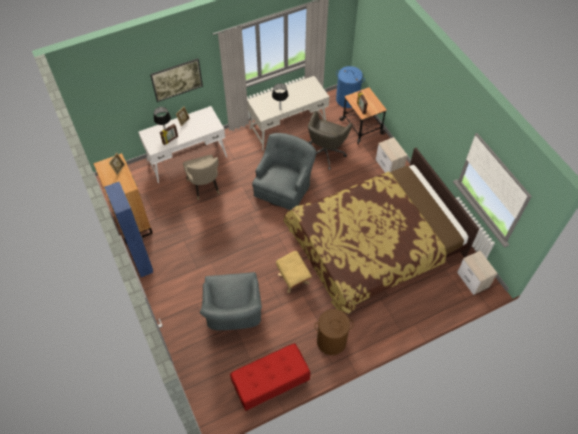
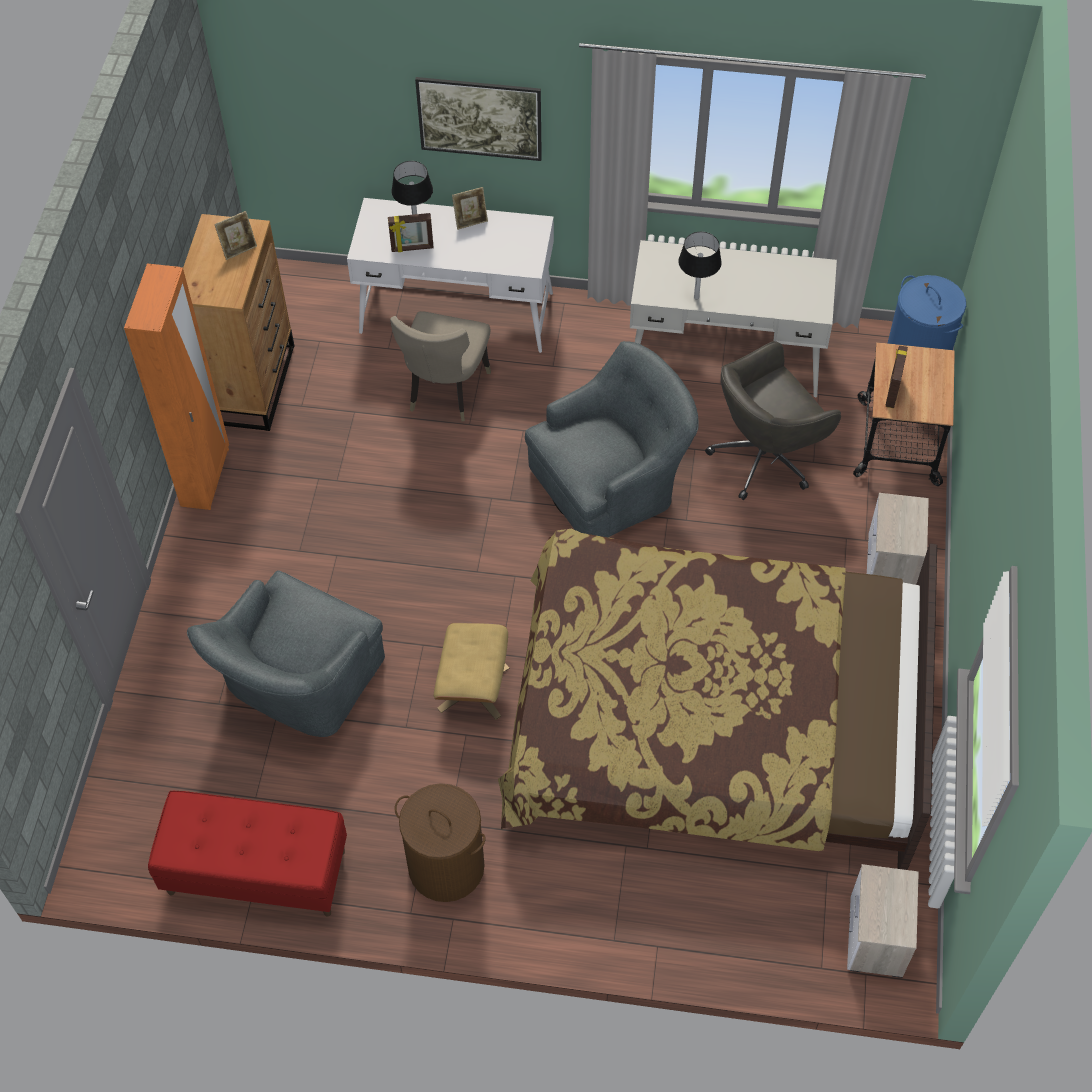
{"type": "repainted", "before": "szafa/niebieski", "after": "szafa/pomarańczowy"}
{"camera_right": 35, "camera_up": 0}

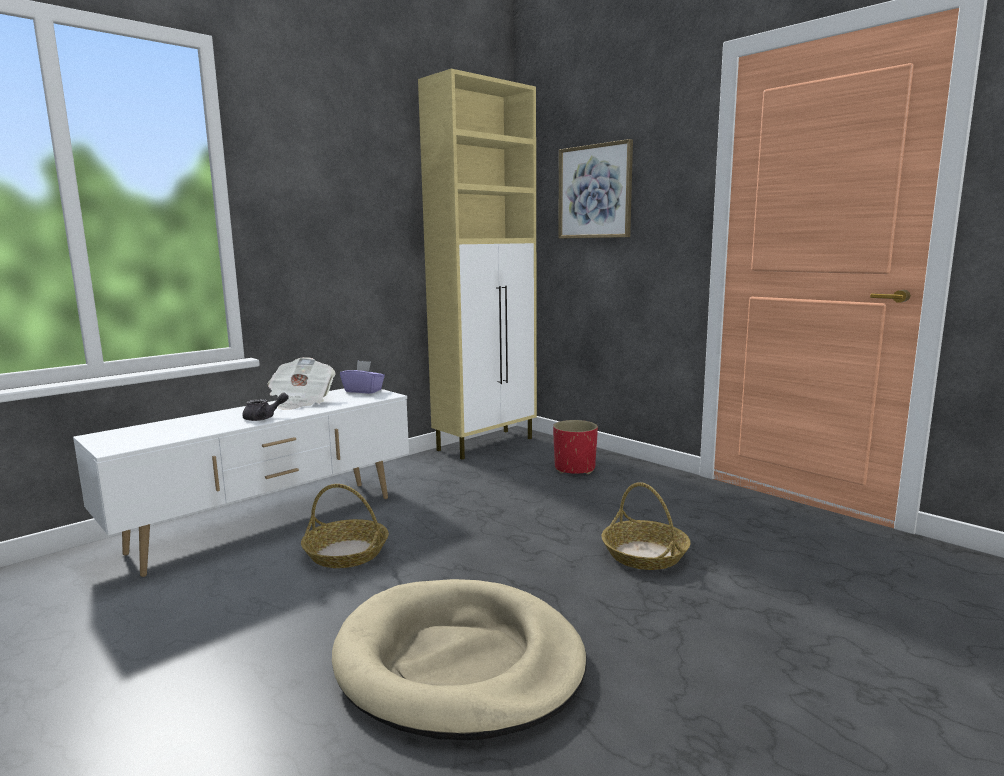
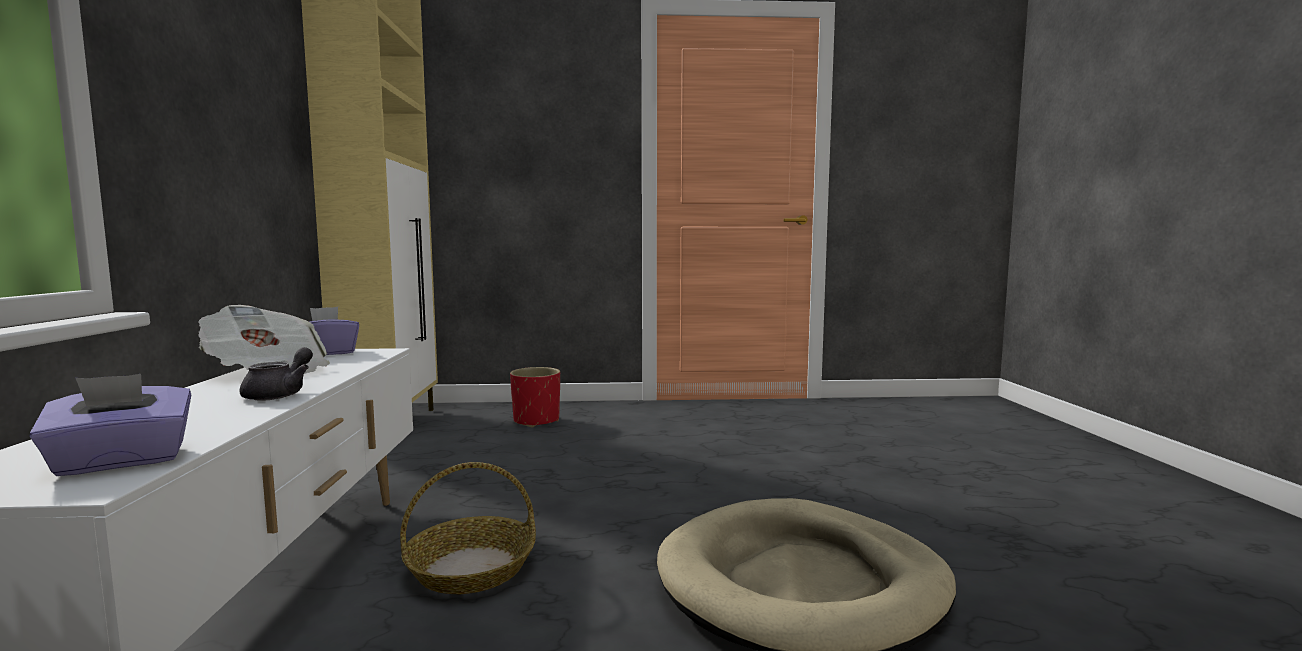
{"type": "gone", "before": "obraz"}
{"type": "gone", "before": "koszyk (no. 2 from left)"}
{"type": "new", "after": "pudełko chusteczek/fioletowy (no. 1 from left)"}
{"camera_right": -50, "camera_up": -5}

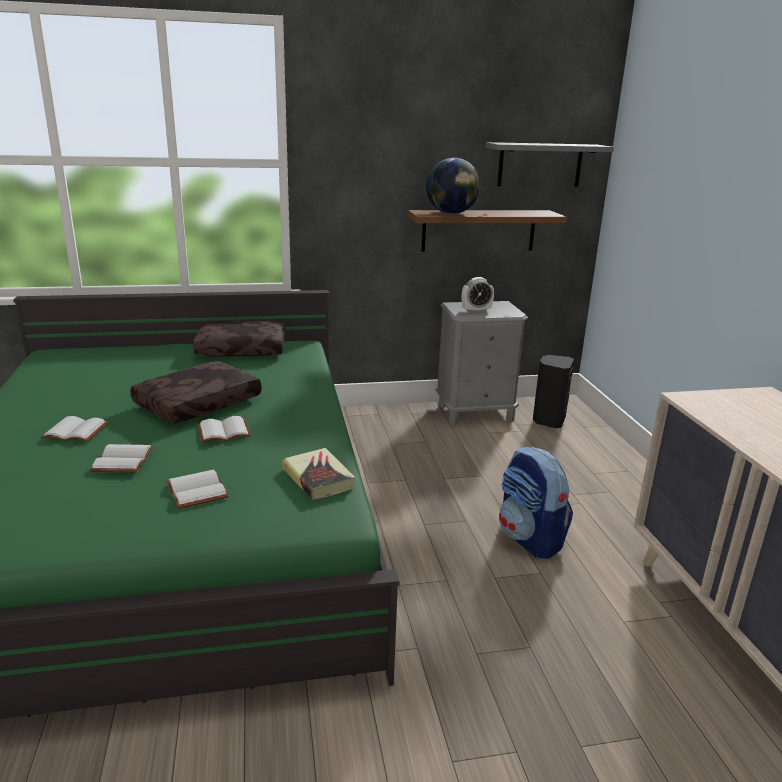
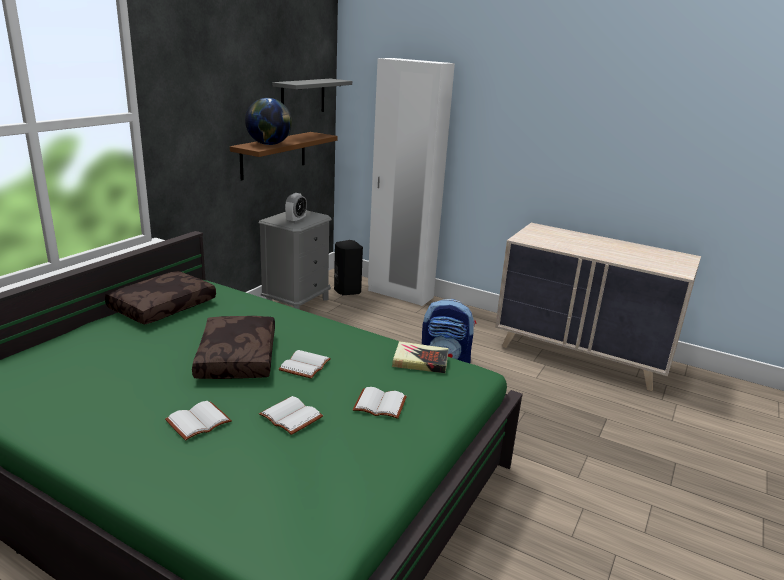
{"type": "new", "after": "szafa/biały"}
{"camera_right": -50, "camera_up": 0}

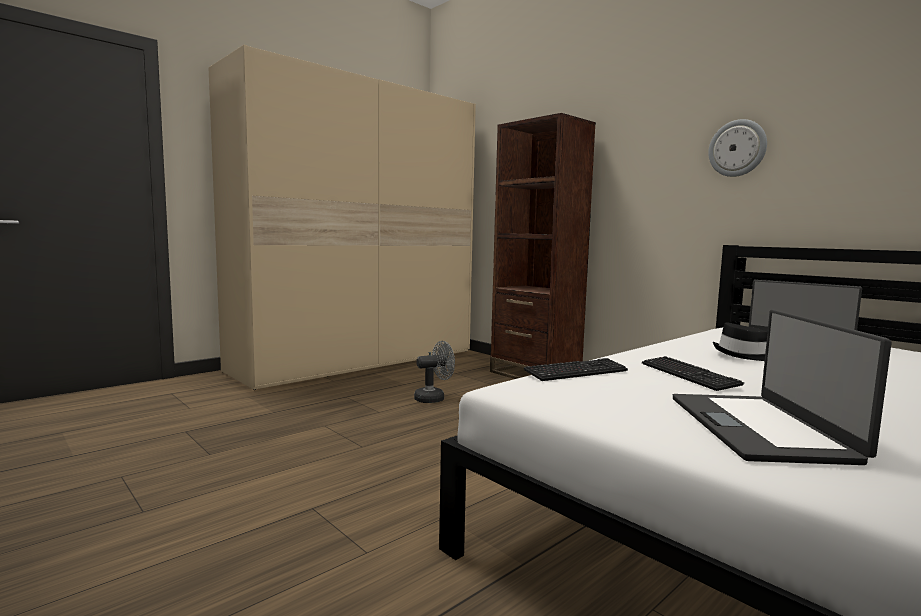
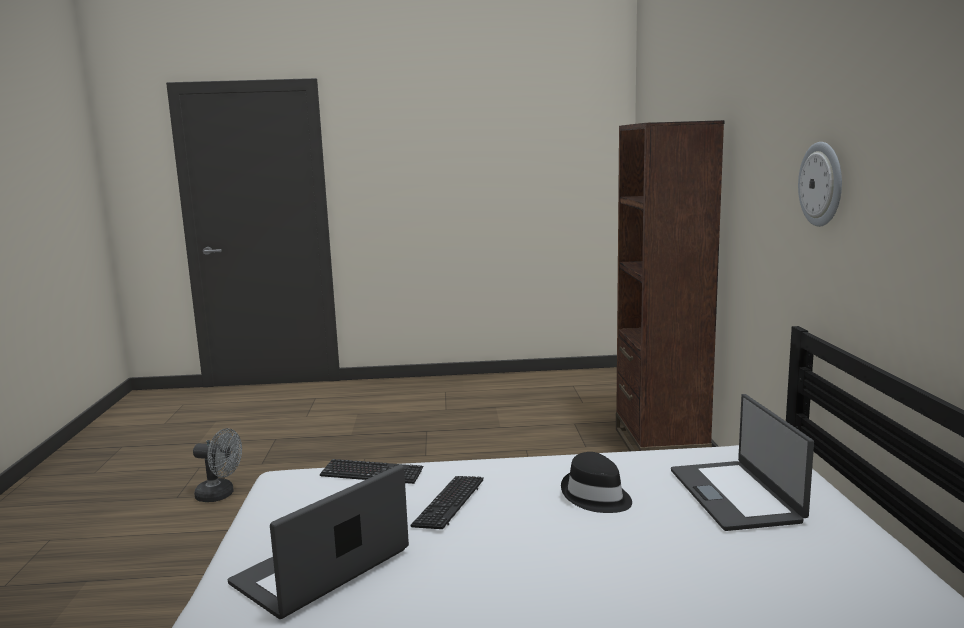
{"type": "gone", "before": "szafa/beżowy"}
{"type": "shifted", "before": "wentylator/szary"}
{"camera_right": 40, "camera_up": 5}

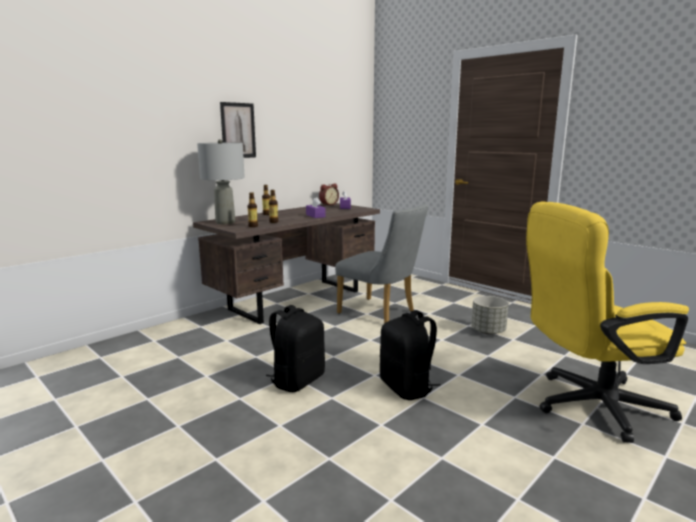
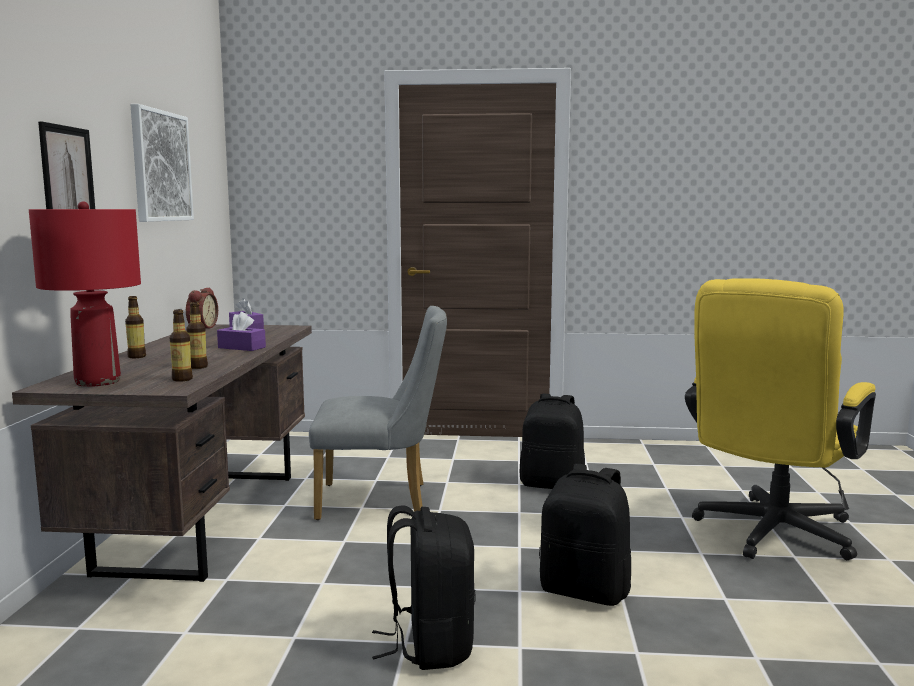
{"type": "repainted", "before": "lampa stołowa/szary", "after": "lampa stołowa/czerwony"}
{"type": "swapped", "before": "donica/szary", "after": "plecak/czarny (no. 2 from left)"}
{"type": "new", "after": "obraz (no. 2 from left)"}
{"camera_right": -40, "camera_up": -5}

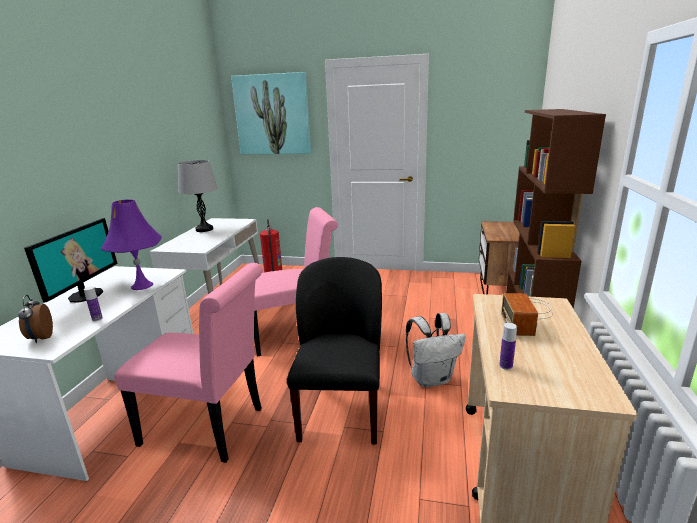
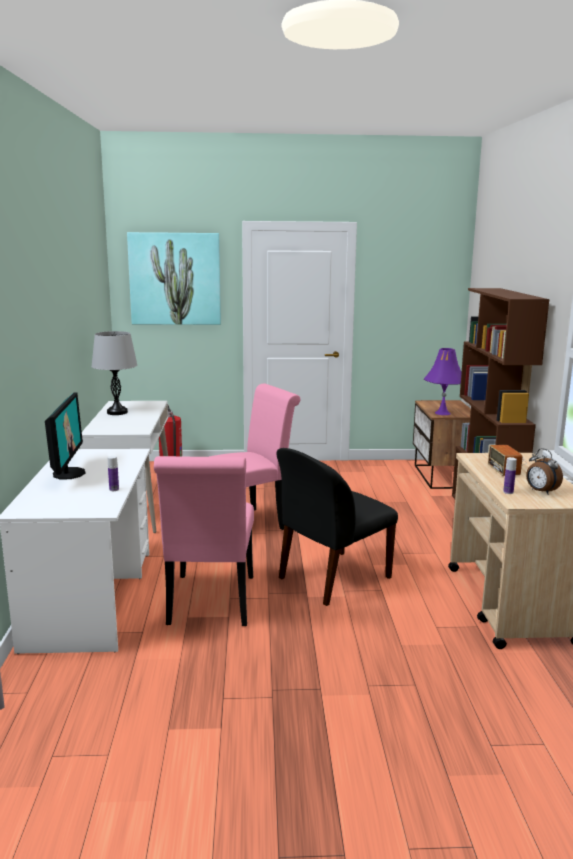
{"type": "shifted", "before": "lampa stołowa/fioletowy"}
{"type": "rotated", "before": "krzesło/czarny", "turn": -120}
{"type": "rotated", "before": "krzesło/różowy (no. 1 from left)", "turn": 90}
{"type": "shifted", "before": "budzik"}
{"type": "gone", "before": "plecak/biały"}
{"camera_right": -15, "camera_up": -5}

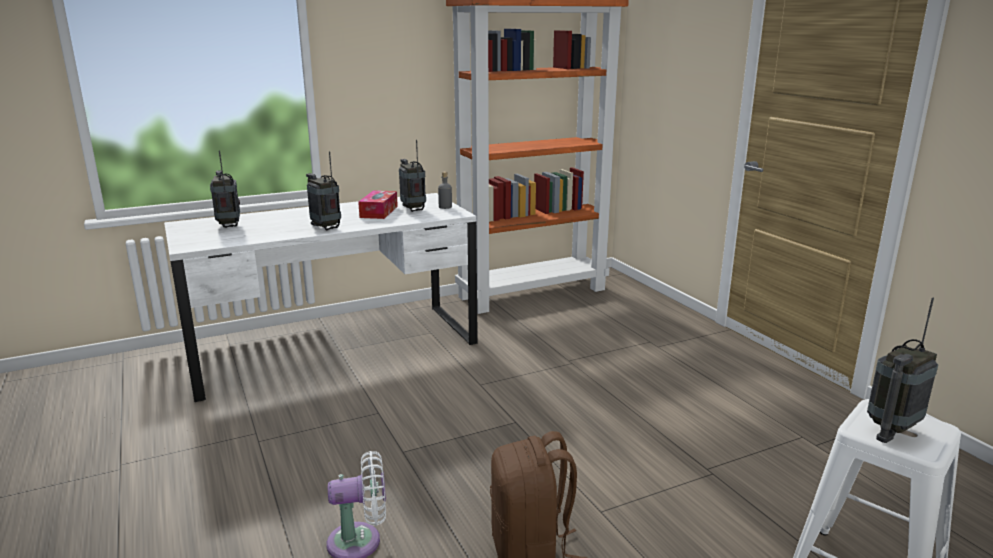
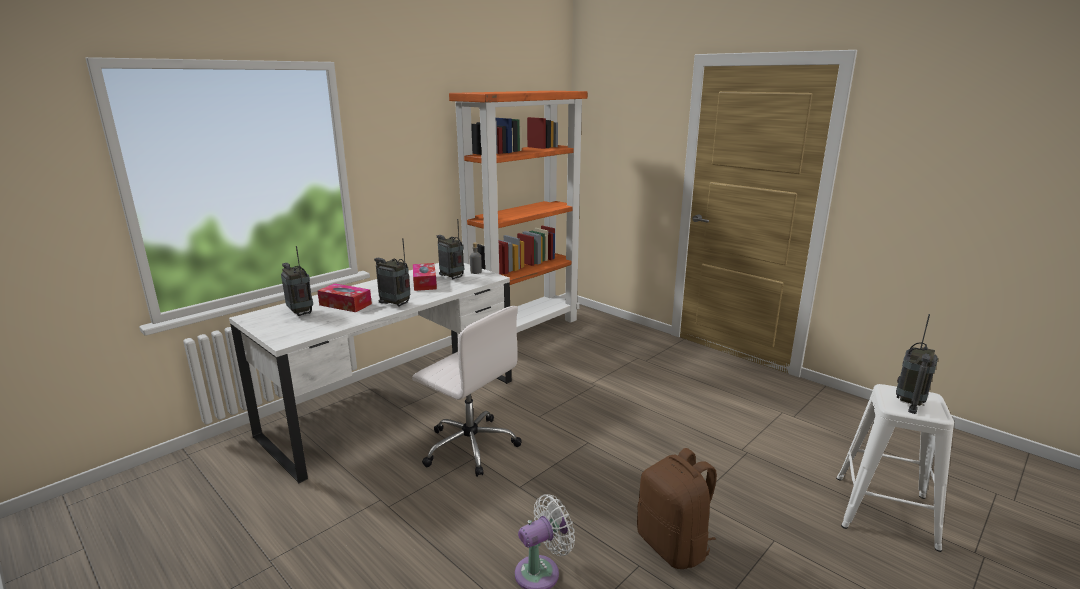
{"type": "new", "after": "pudełko chusteczek (no. 1 from left)"}
{"type": "new", "after": "krzesło biurowe/biały"}
{"camera_right": -20, "camera_up": 0}

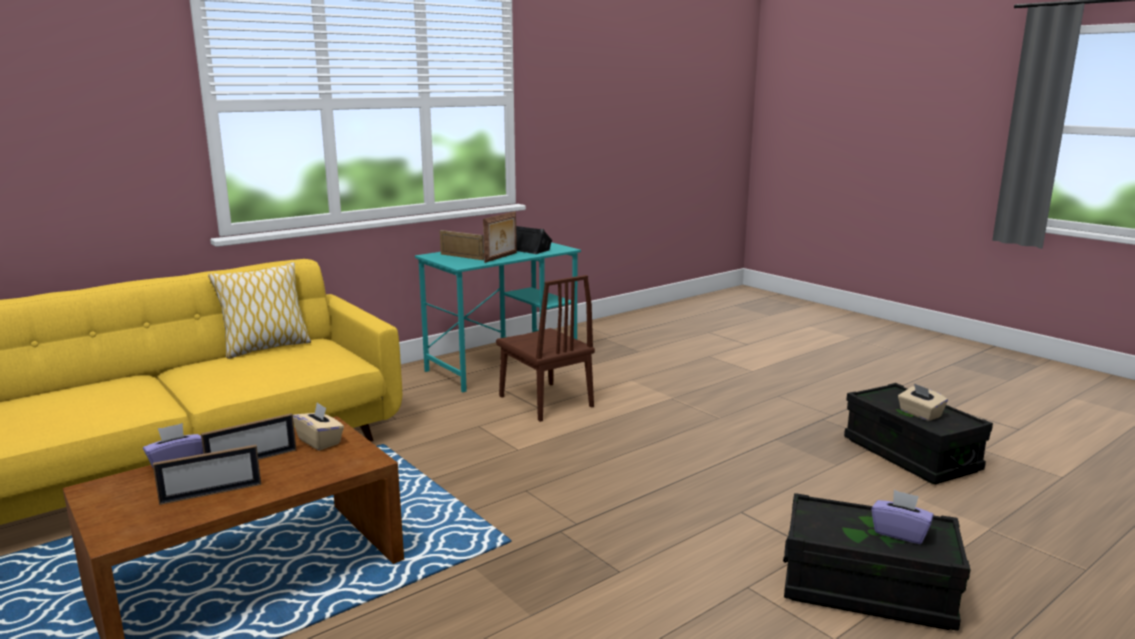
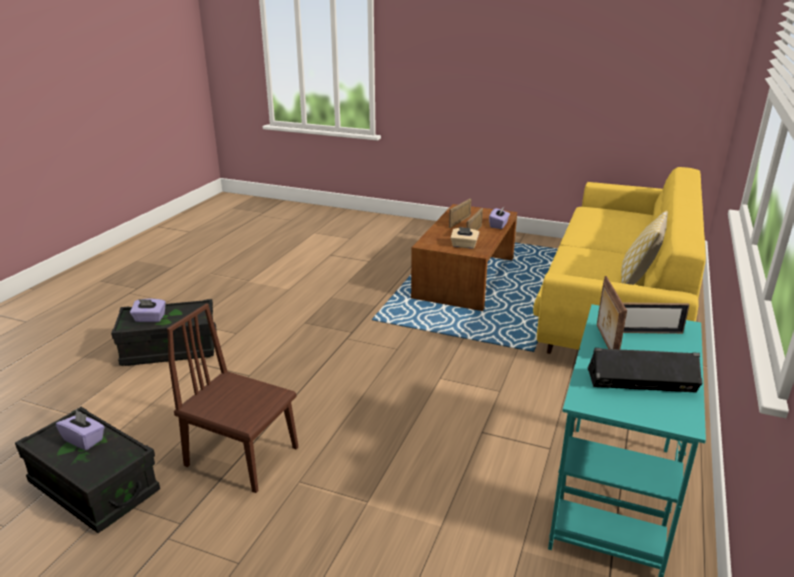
{"type": "shifted", "before": "krzesło/brązowy"}
{"type": "repainted", "before": "pudełko chusteczek/beżowy (no. 2 from left)", "after": "pudełko chusteczek/fioletowy (no. 1 from left)"}
{"camera_right": 150, "camera_up": 10}

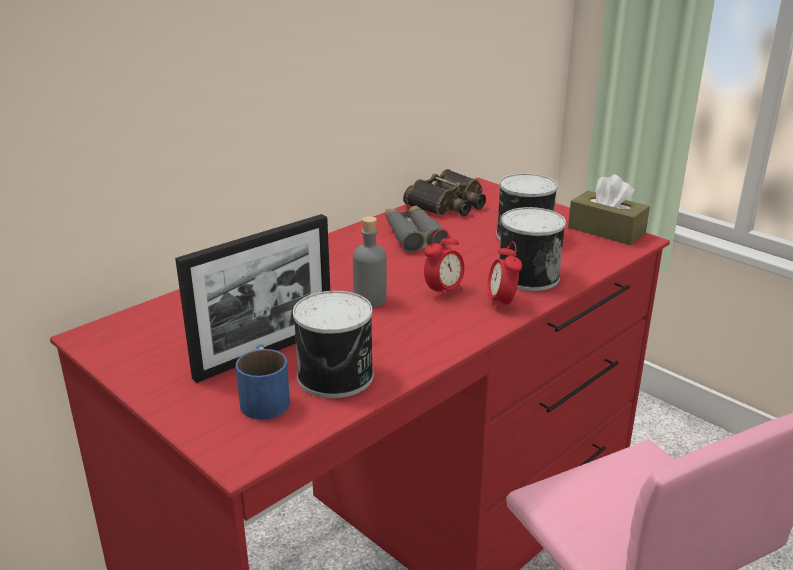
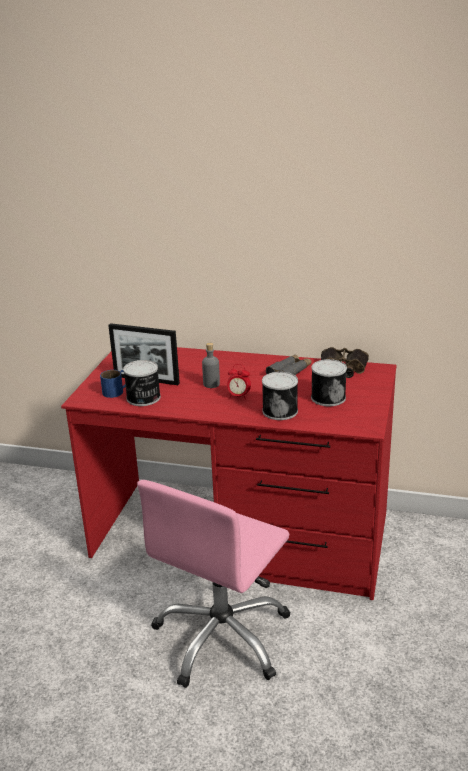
{"type": "gone", "before": "pudełko chusteczek/brązowy"}
{"type": "gone", "before": "budzik (no. 2 from left)"}
{"camera_right": 60, "camera_up": 0}

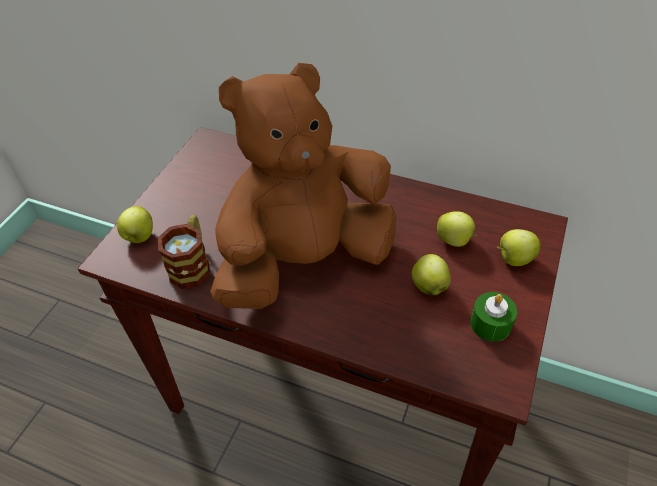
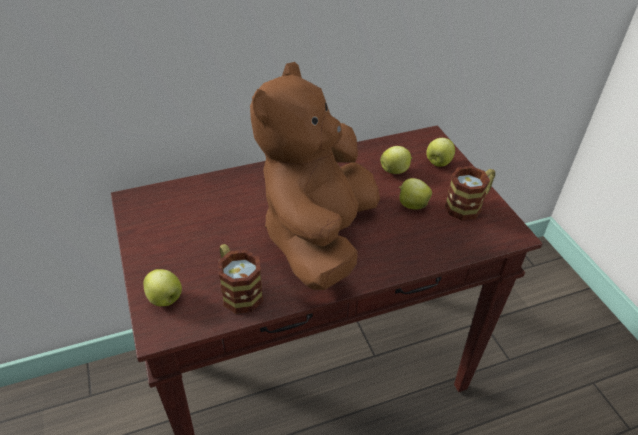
{"type": "swapped", "before": "świeca/zielony", "after": "kubek (no. 2 from left)"}
{"camera_right": -45, "camera_up": -5}

